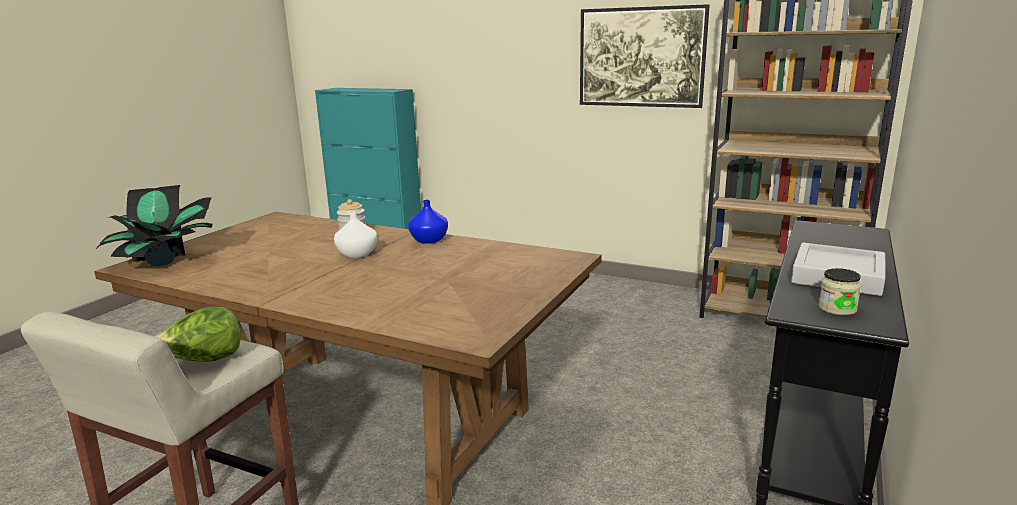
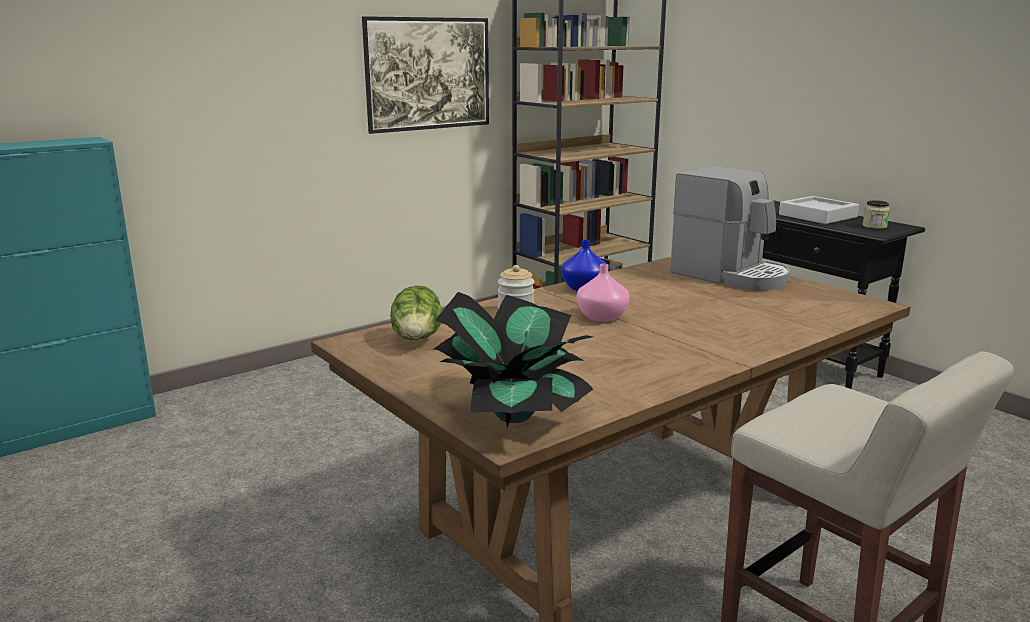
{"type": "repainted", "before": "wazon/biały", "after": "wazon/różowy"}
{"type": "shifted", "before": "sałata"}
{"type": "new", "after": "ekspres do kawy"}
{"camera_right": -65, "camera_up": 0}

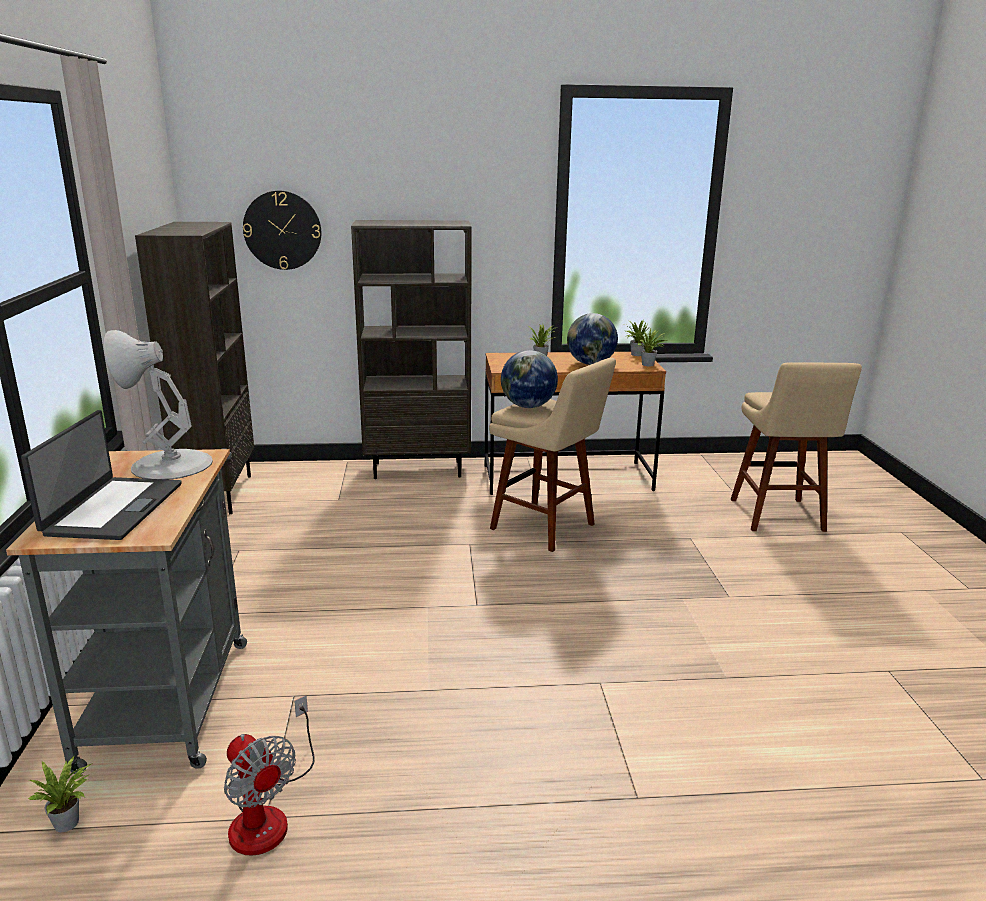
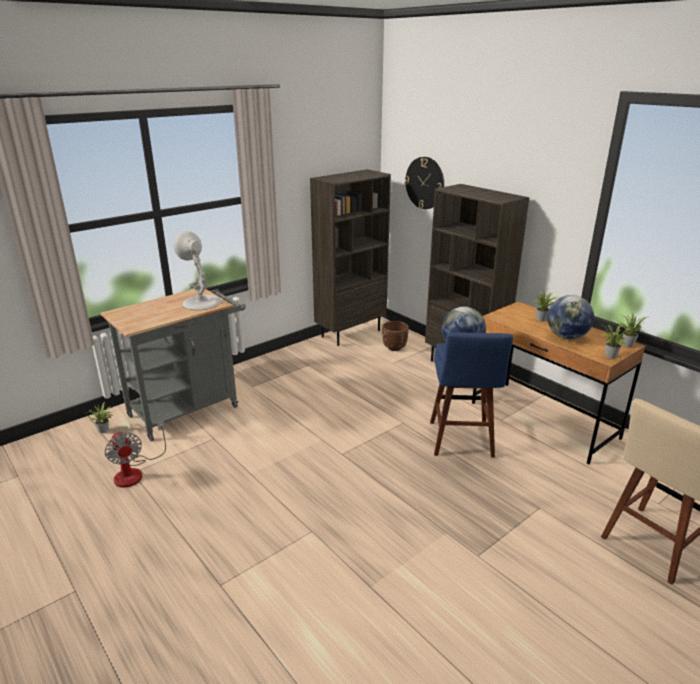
{"type": "repainted", "before": "stołek/beżowy (no. 1 from left)", "after": "stołek/niebieski"}
{"type": "gone", "before": "laptop"}
{"type": "rotated", "before": "wentylator", "turn": -45}
{"type": "new", "after": "donica/brązowy"}
{"camera_right": 55, "camera_up": 5}

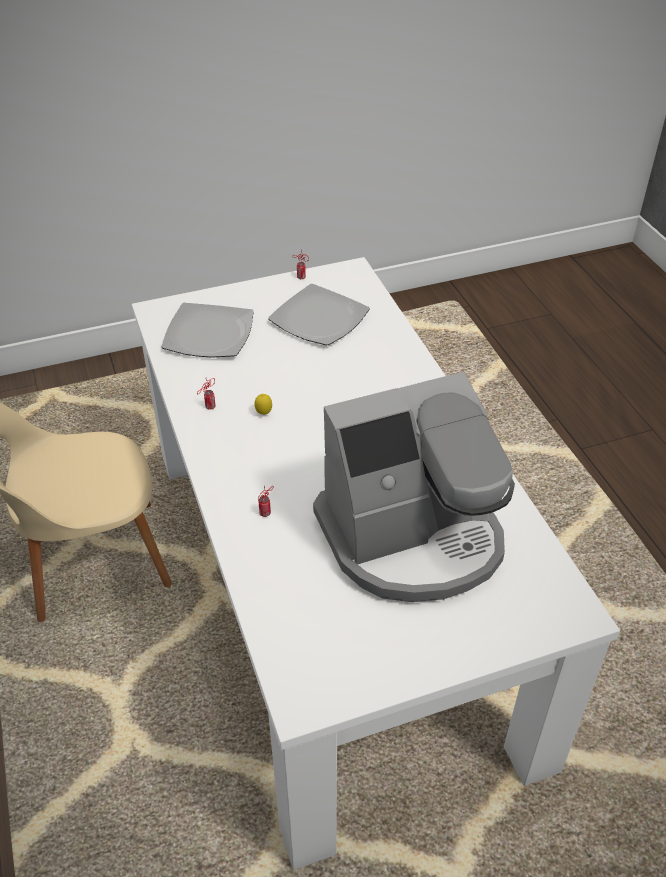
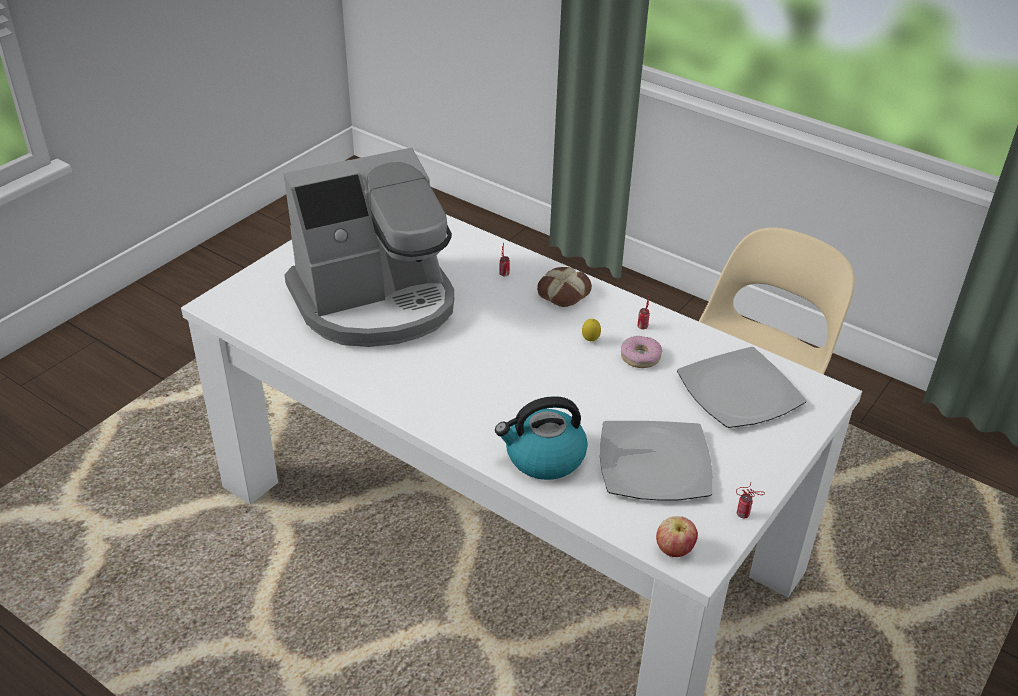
{"type": "rotated", "before": "ekspres do kawy", "turn": -150}
{"type": "new", "after": "chleb"}
{"type": "new", "after": "donut"}
{"type": "new", "after": "czajnik"}
{"type": "new", "after": "jabłko"}
{"camera_right": 145, "camera_up": -5}

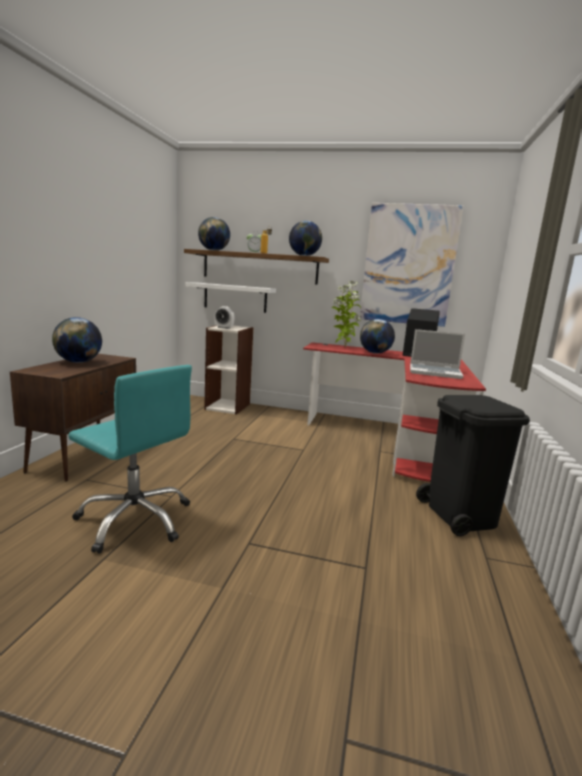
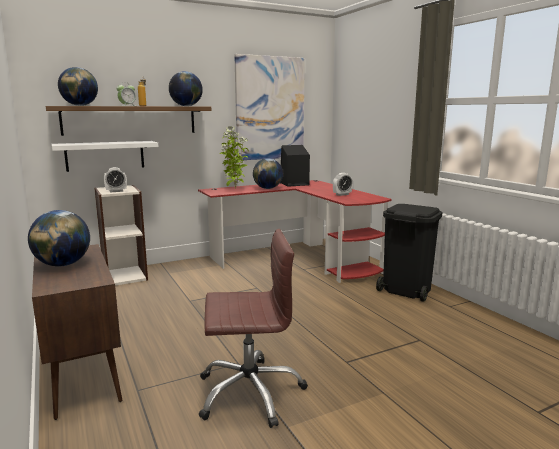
{"type": "swapped", "before": "laptop", "after": "budzik (no. 3 from left)"}
{"type": "repainted", "before": "krzesło biurowe/turkusowy", "after": "krzesło biurowe/brązowy"}
{"camera_right": -40, "camera_up": 0}

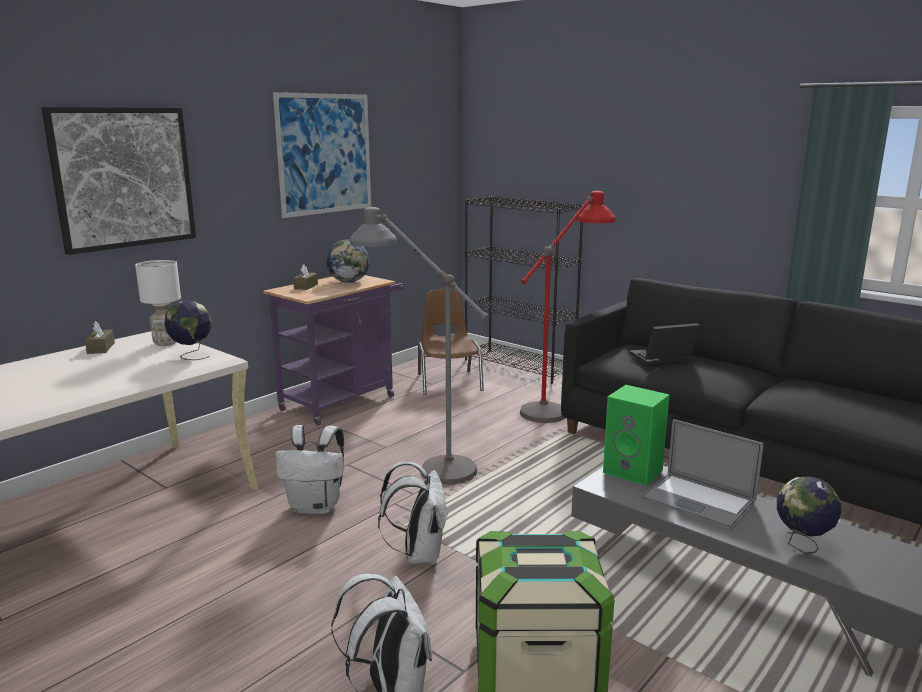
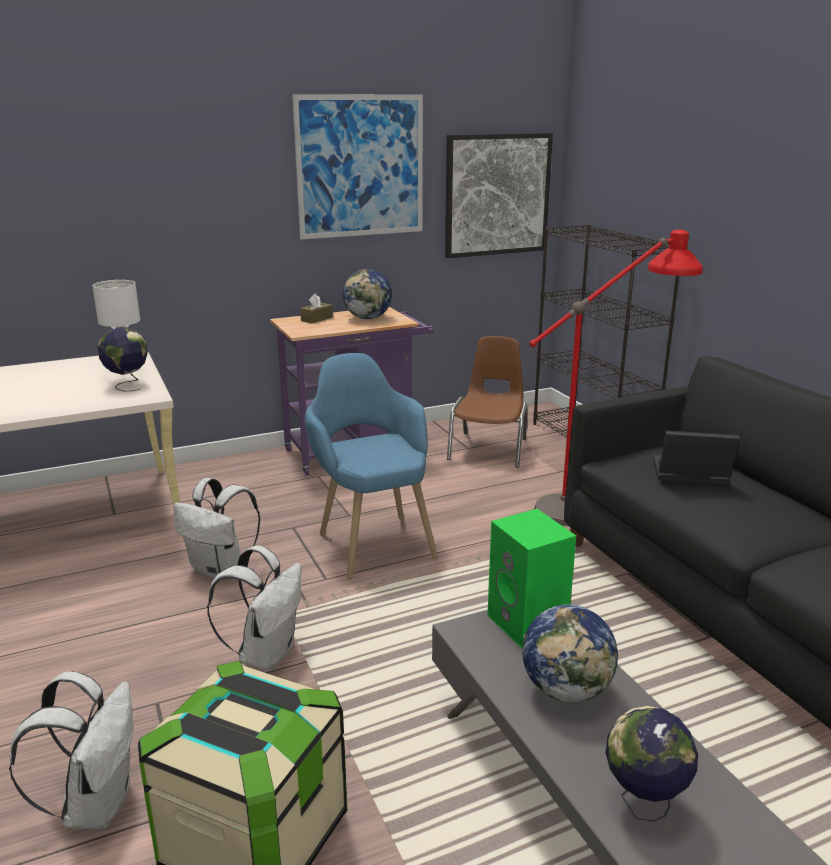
{"type": "shifted", "before": "obraz (no. 1 from left in the first image)", "after": "obraz (no. 2 from left)"}
{"type": "swapped", "before": "lampa stojąca/szary", "after": "fotel/niebieski"}
{"type": "gone", "before": "pudełko chusteczek/brązowy (no. 1 from left)"}
{"type": "swapped", "before": "laptop (no. 2 from left)", "after": "globus (no. 3 from left)"}
{"camera_right": 25, "camera_up": 5}

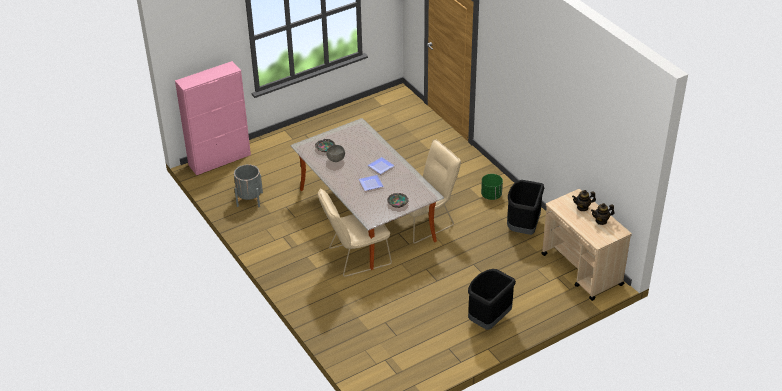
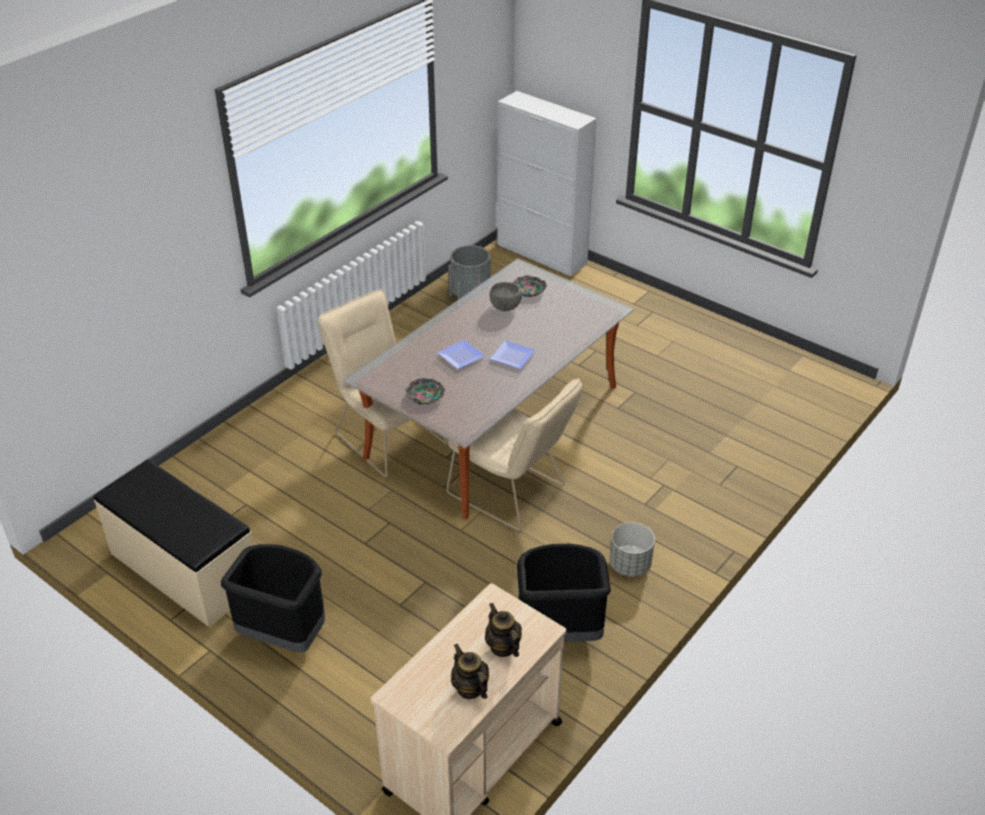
{"type": "repainted", "before": "szafka/różowy", "after": "szafka/biały"}
{"type": "repainted", "before": "donica/zielony", "after": "donica/szary (no. 2 from left)"}
{"type": "new", "after": "ławka/beżowy"}
{"camera_right": 70, "camera_up": 0}

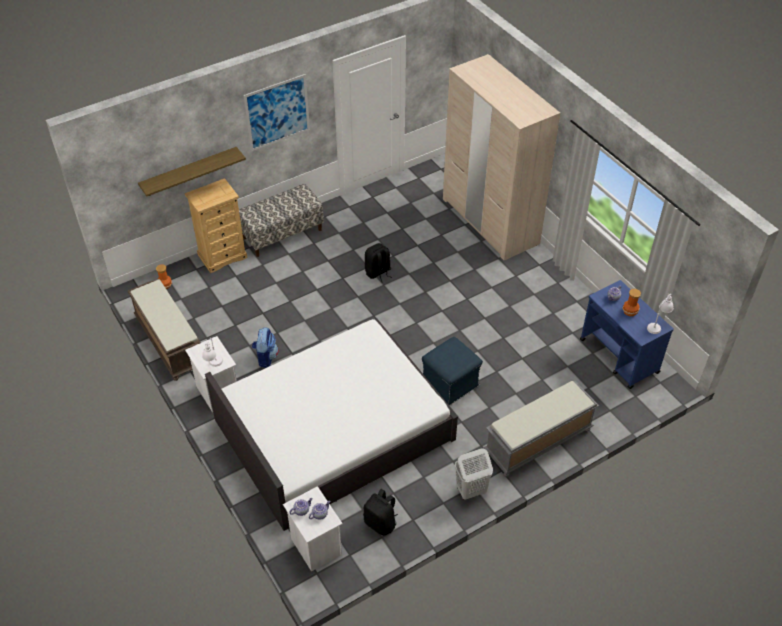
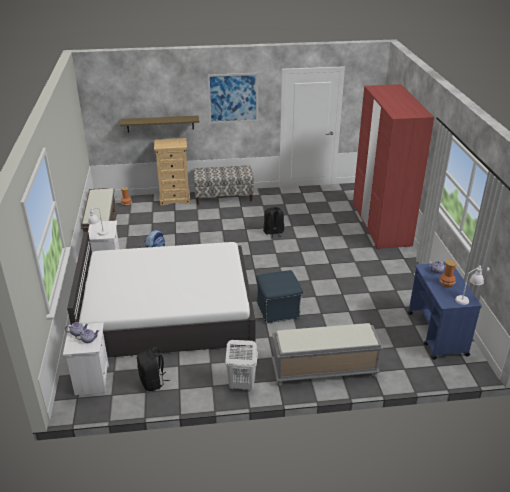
{"type": "repainted", "before": "szafa/beżowy", "after": "szafa/czerwony"}
{"camera_right": 25, "camera_up": -15}

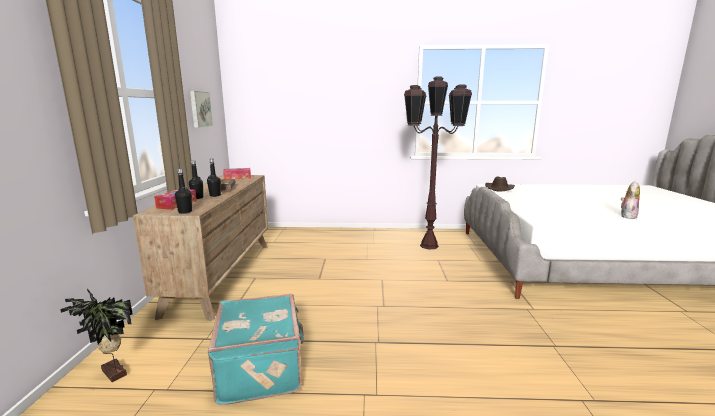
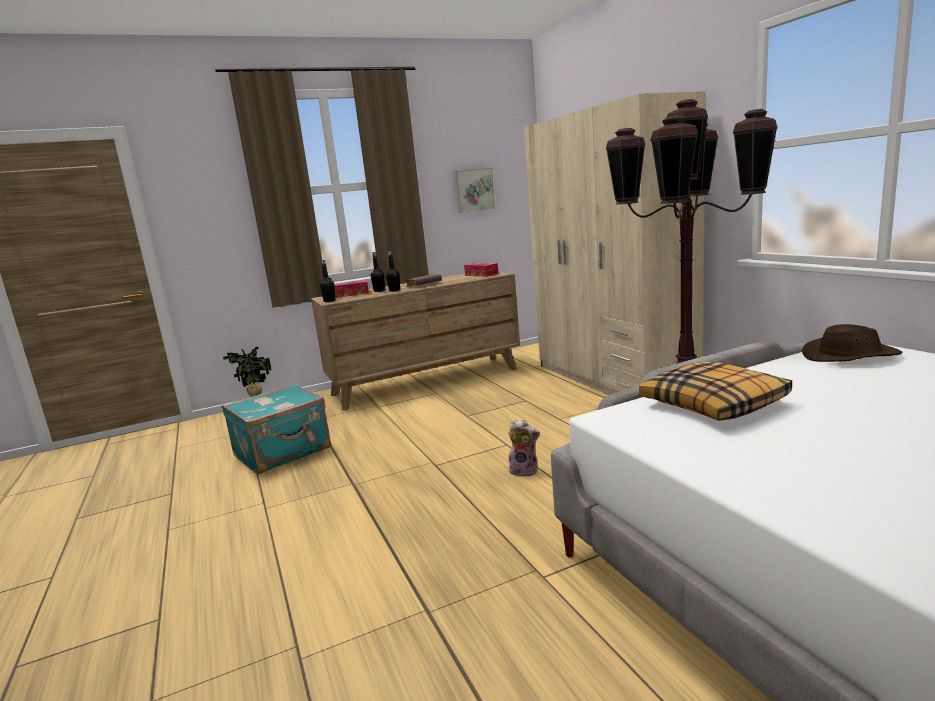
{"type": "shifted", "before": "pluszak"}
{"type": "new", "after": "szafa/beżowy"}
{"type": "new", "after": "poduszka"}
{"camera_right": 65, "camera_up": 0}

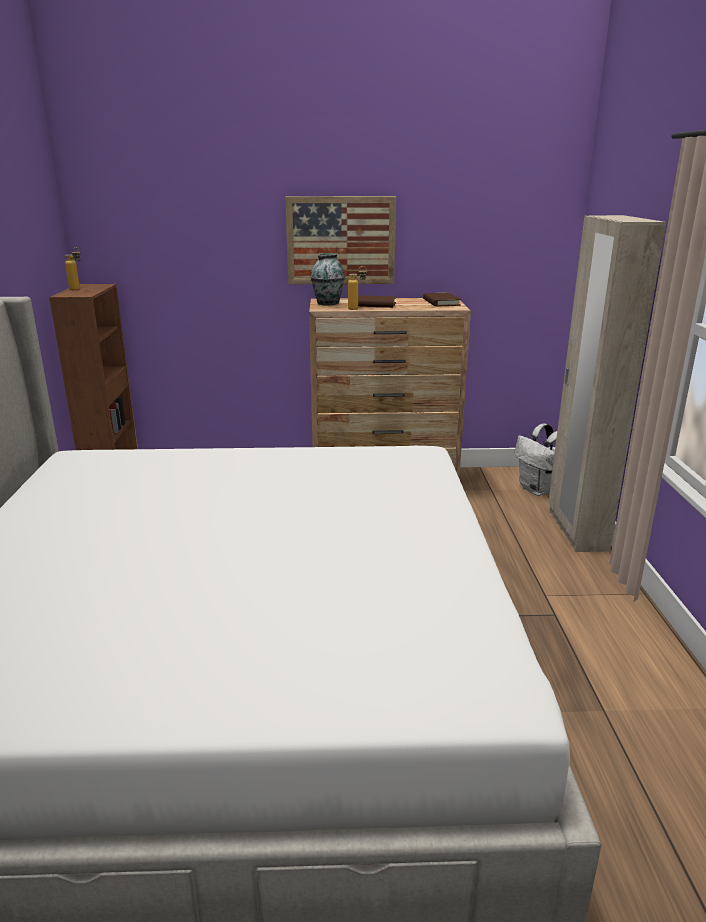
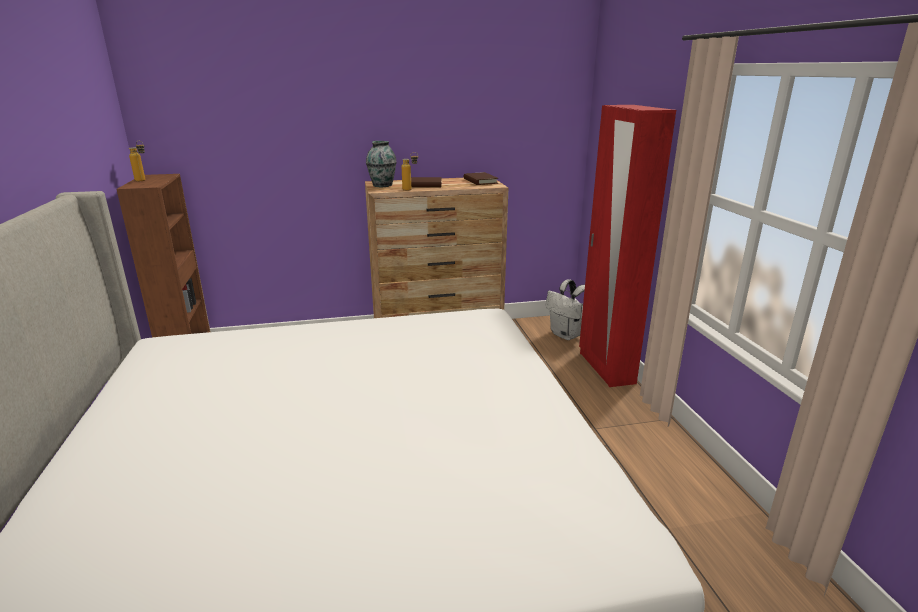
{"type": "gone", "before": "obraz"}
{"type": "repainted", "before": "szafa/beżowy", "after": "szafa/czerwony"}
{"camera_right": -10, "camera_up": 0}

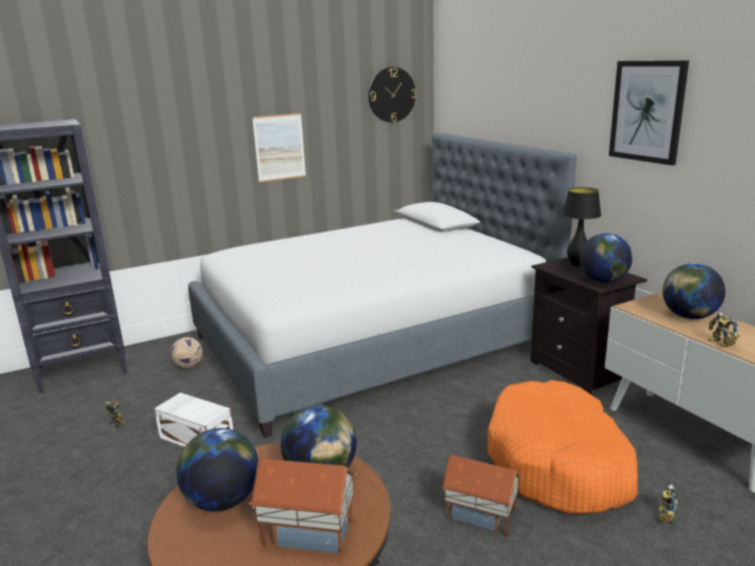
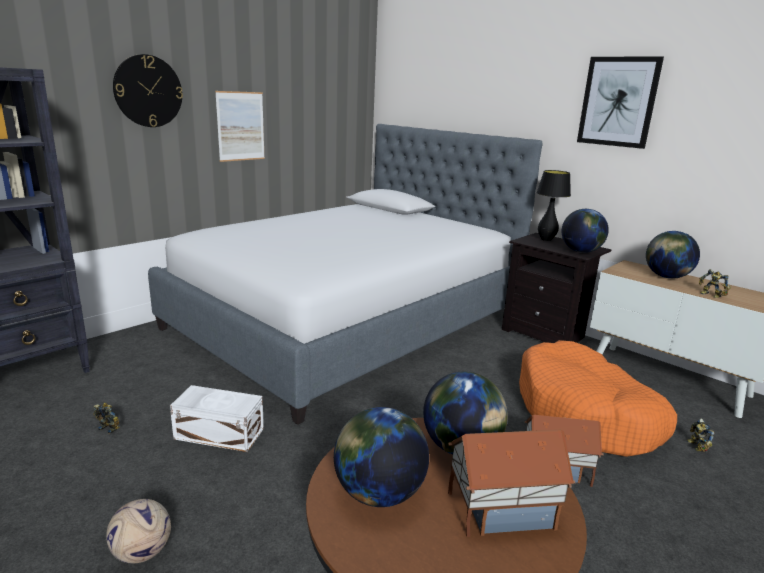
{"type": "shifted", "before": "zegar ścienny"}
{"type": "shifted", "before": "piłka futbolowa"}
{"camera_right": -20, "camera_up": 0}

